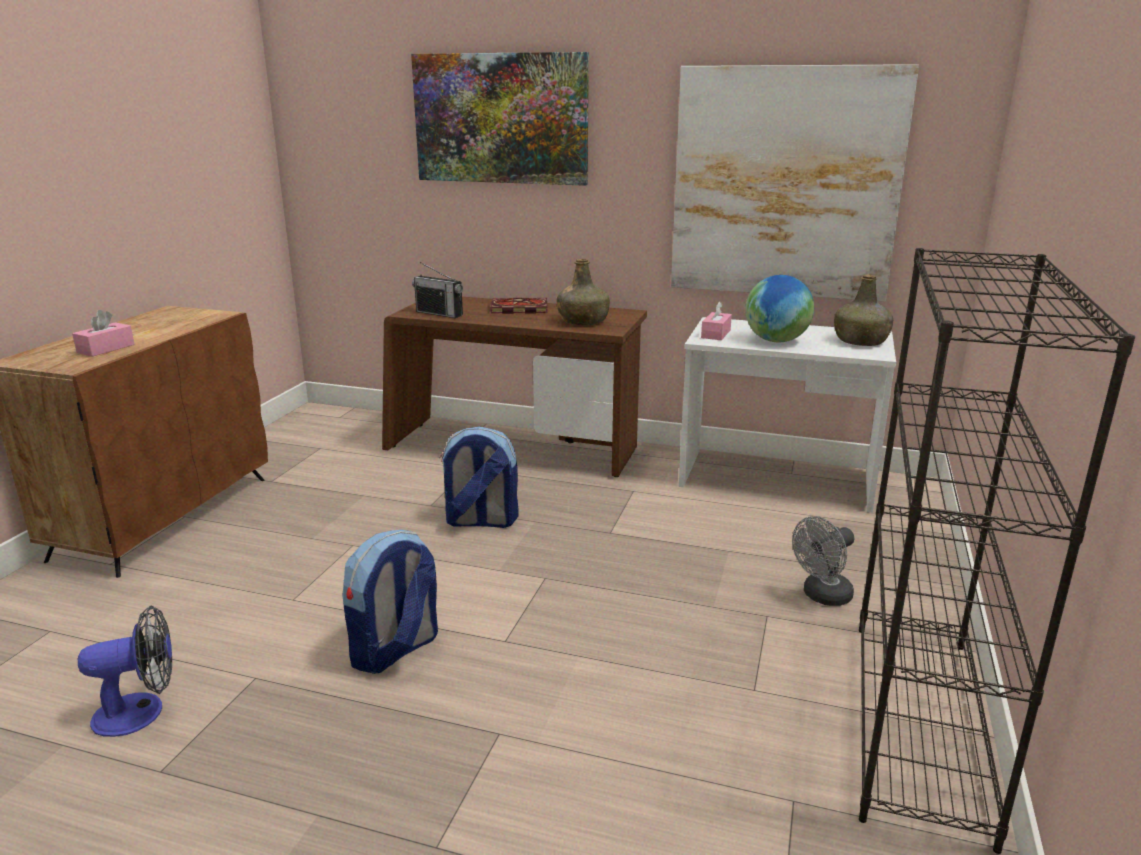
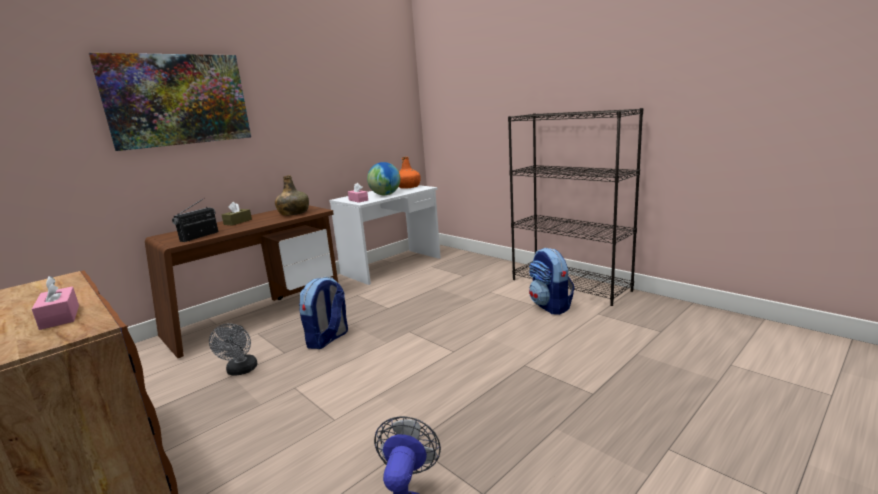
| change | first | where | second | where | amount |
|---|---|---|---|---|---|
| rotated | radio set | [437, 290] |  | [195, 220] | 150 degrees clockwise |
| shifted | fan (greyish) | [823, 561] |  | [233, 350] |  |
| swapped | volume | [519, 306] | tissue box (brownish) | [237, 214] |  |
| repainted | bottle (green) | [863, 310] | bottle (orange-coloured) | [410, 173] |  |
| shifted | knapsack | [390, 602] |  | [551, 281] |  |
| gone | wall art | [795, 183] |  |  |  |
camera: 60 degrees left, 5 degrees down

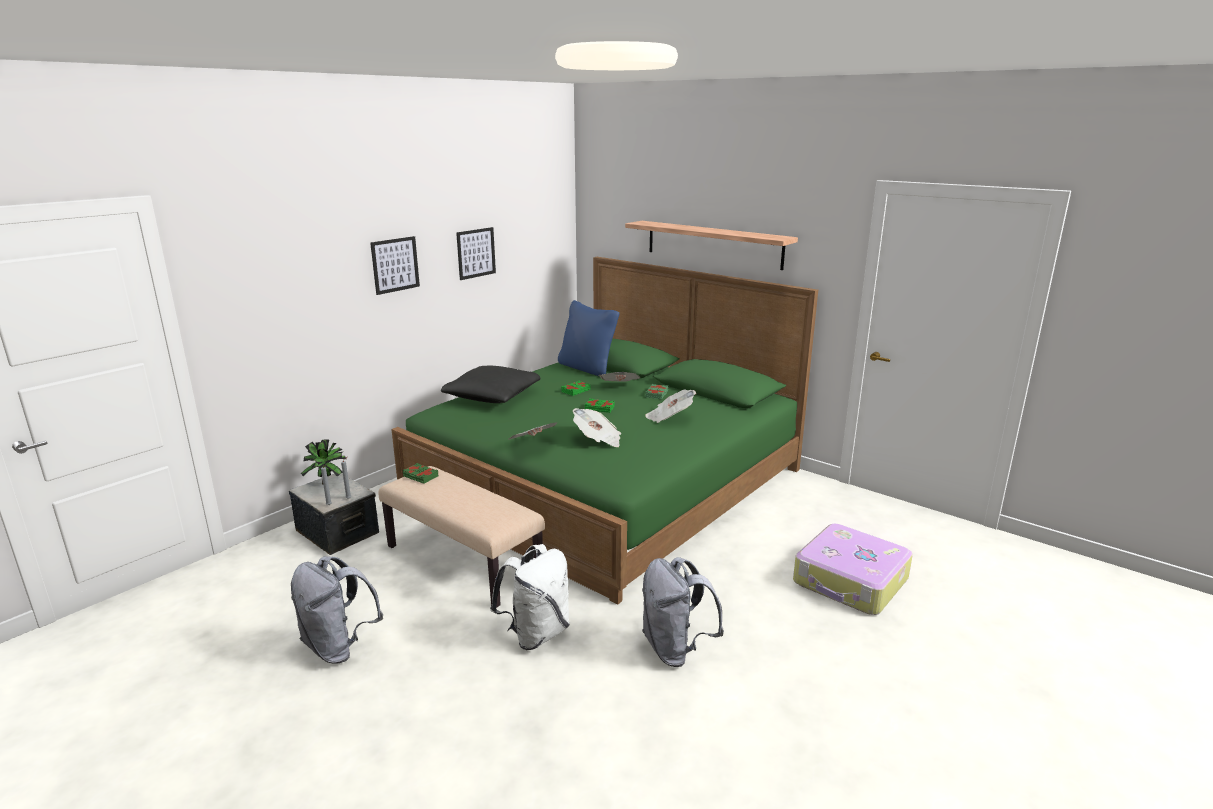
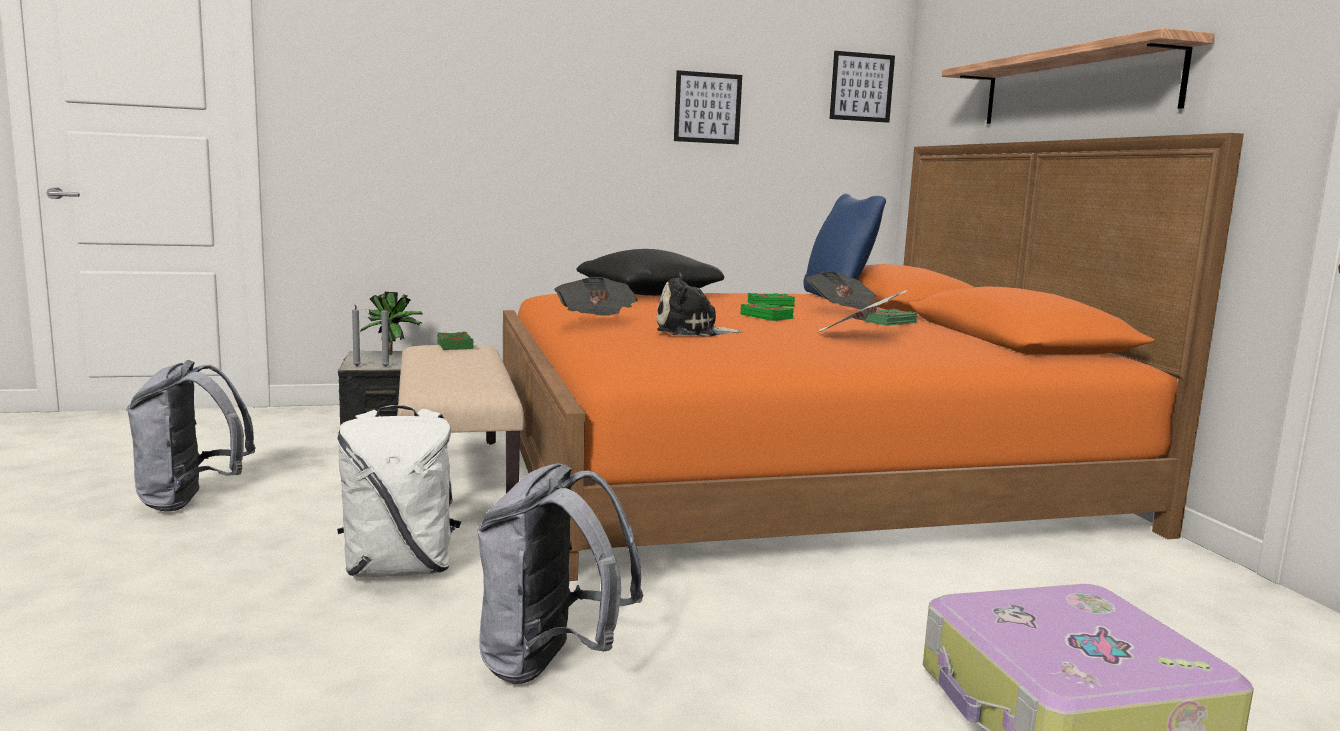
| change | first | where | second | where | amount |
|---|---|---|---|---|---|
| repainted | bed (green) | [604, 430] | bed (orange-coloured) | [873, 357] |  |
| swapped | daily paper | [597, 427] | cuddly toy | [699, 304] |  |
| shifted | wall art | [395, 265] |  | [862, 87] |  |
camera: 35 degrees right, 10 degrees down

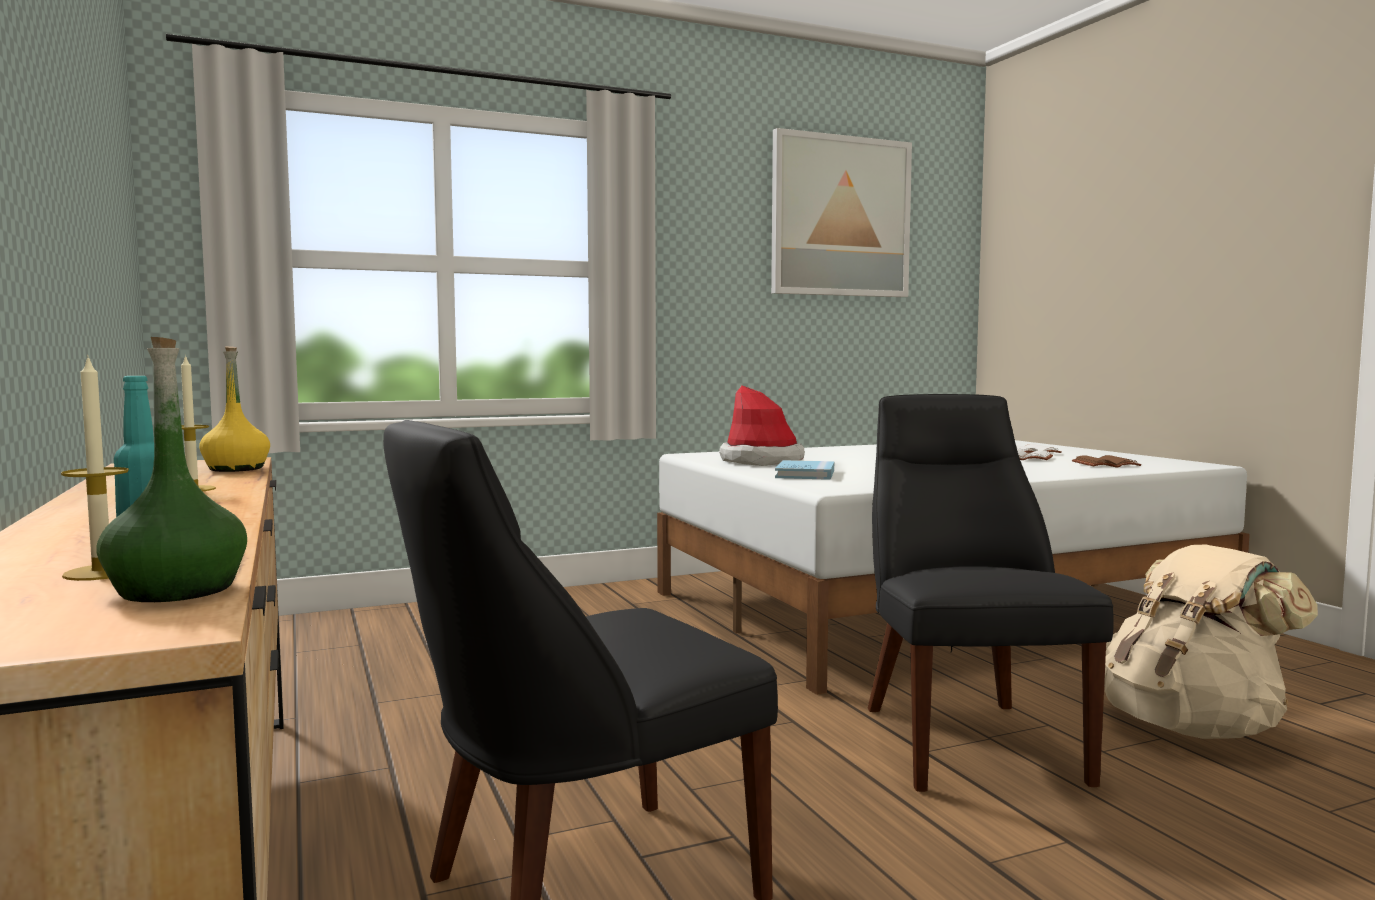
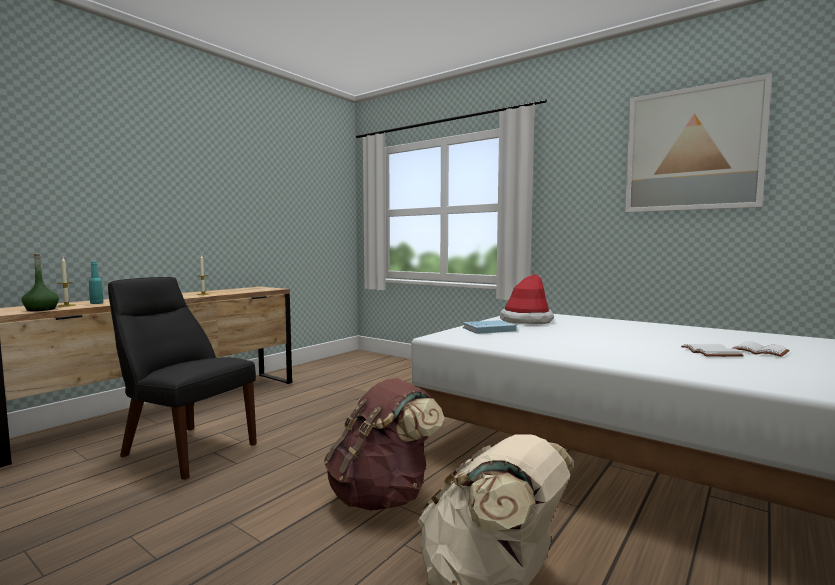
| change | first | where | second | where | amount |
|---|---|---|---|---|---|
| swapped | plain chair (black-coloured) | [991, 593] | knapsack (brownish) | [384, 444] |  |
| gone | bottle (yellow) | [234, 409] |  |  |  |
| gone | volume (brownish) | [1106, 461] |  |  |  |
camera: 60 degrees right, 0 degrees up

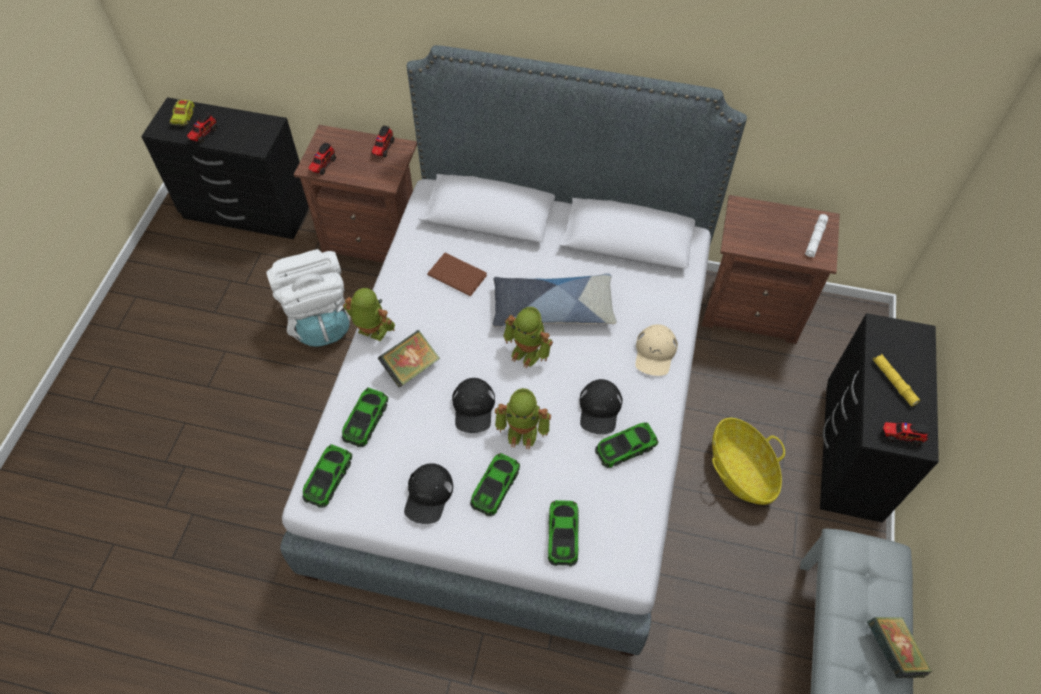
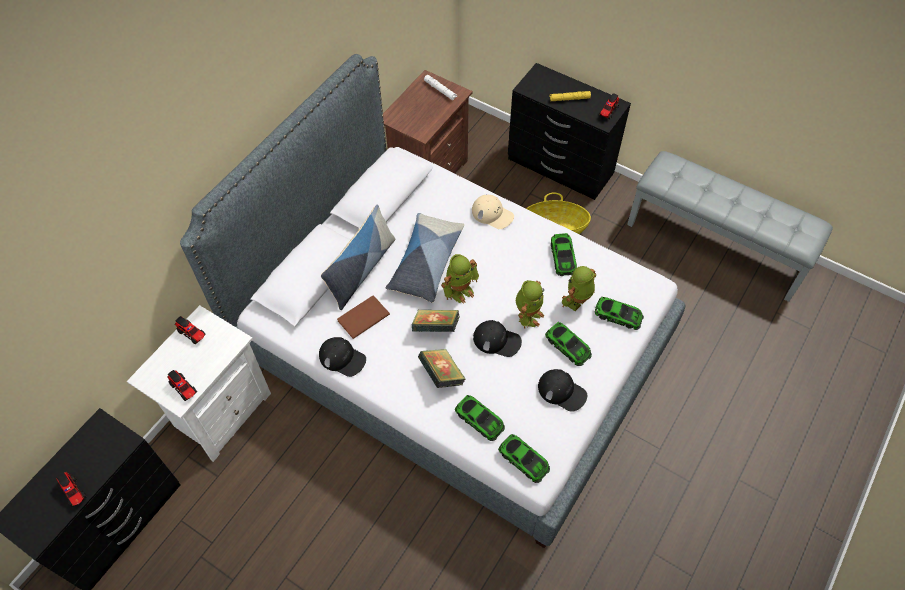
| change | first | where | second | where | amount |
|---|---|---|---|---|---|
| repainted | nightstand (brownish) | [355, 194] | nightstand (white) | [199, 383] |  |
| shifted | cap (black-coloured) | [601, 406] |  | [342, 357] |  |
| new |  |  | throw pillow | [358, 257] |  |
| shifted | volume | [899, 647] |  | [435, 321] |  |
| shifted | robot figure | [369, 314] |  | [579, 288] |  |
| gone | model truck | [182, 112] |  |  |  |
| gone | knapsack (white) | [308, 298] |  |  |  |
camera: 70 degrees left, 0 degrees up

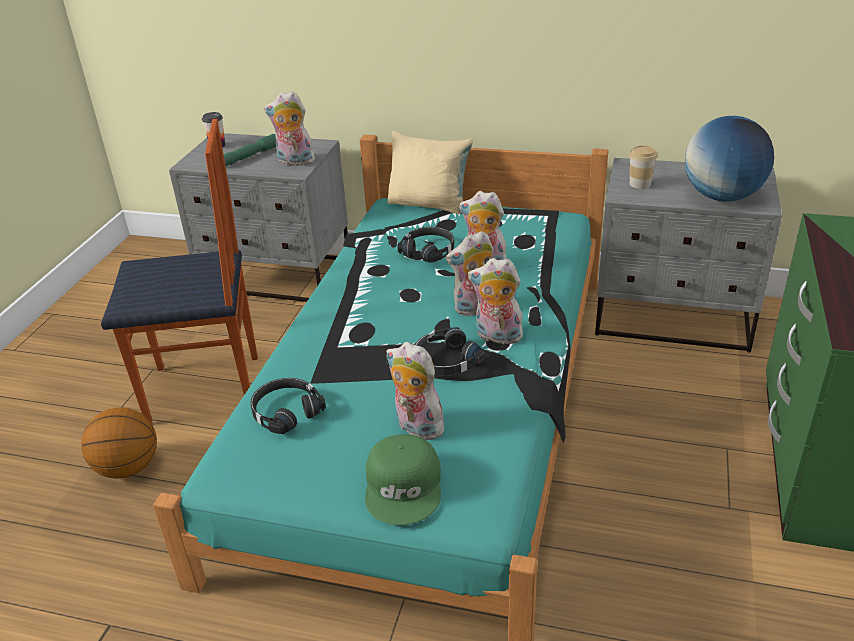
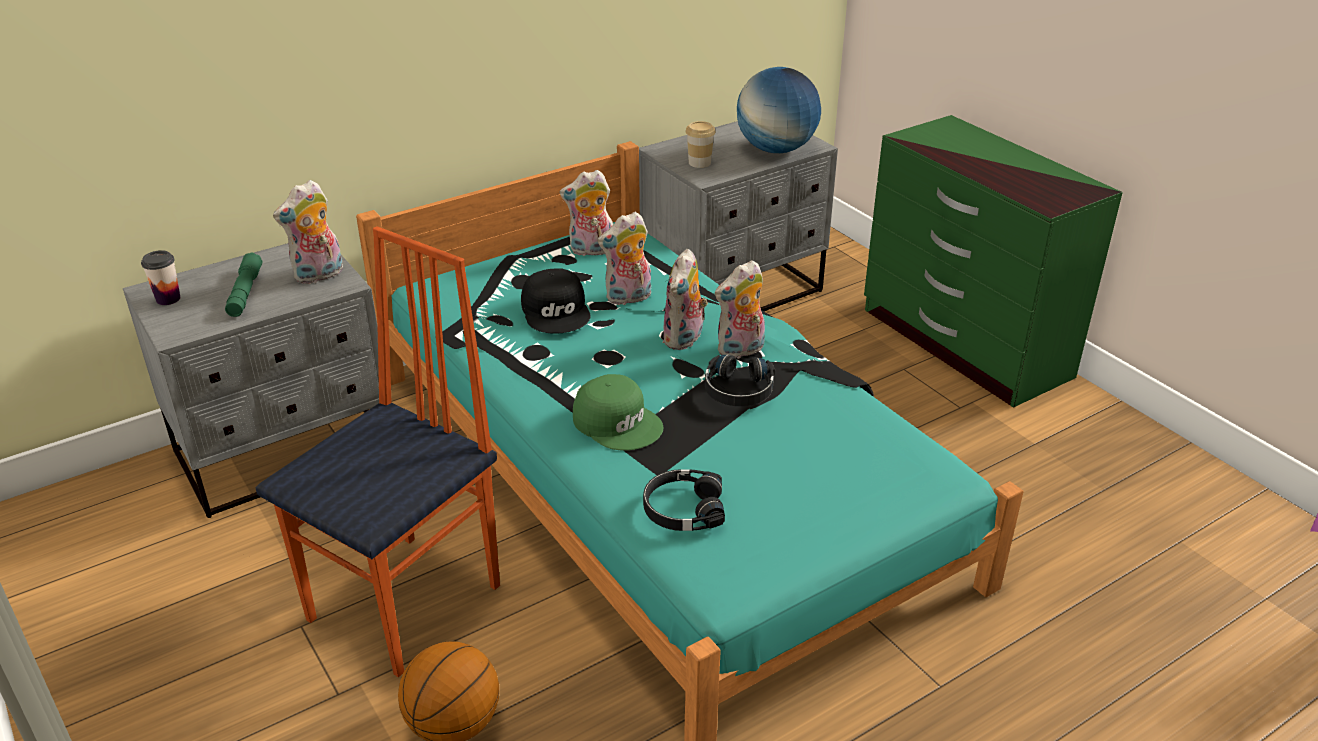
| change | first | where | second | where | amount |
|---|---|---|---|---|---|
| swapped | headset (black-coloured) | [426, 245] | cap (black-coloured) | [556, 300] |  |
| shifted | cuddly toy | [415, 391] |  | [586, 213] |  |
| shifted | cap (green) | [403, 479] |  | [618, 412] |  |
| gone | throw pillow (beige-coloured) | [430, 172] |  |  |  |
camera: 50 degrees left, 0 degrees up

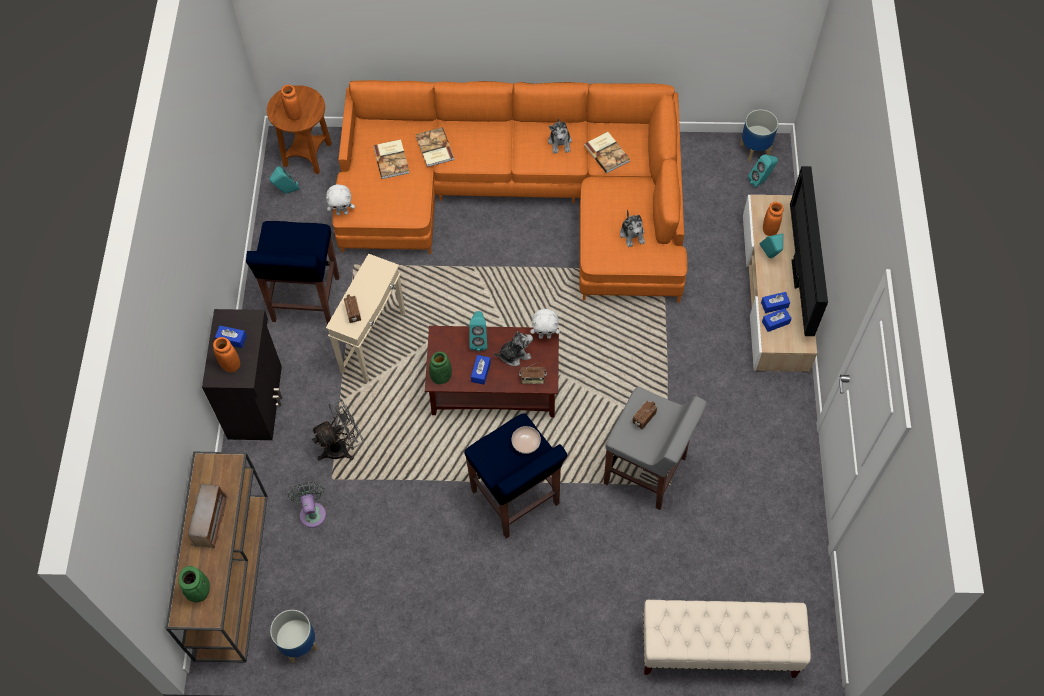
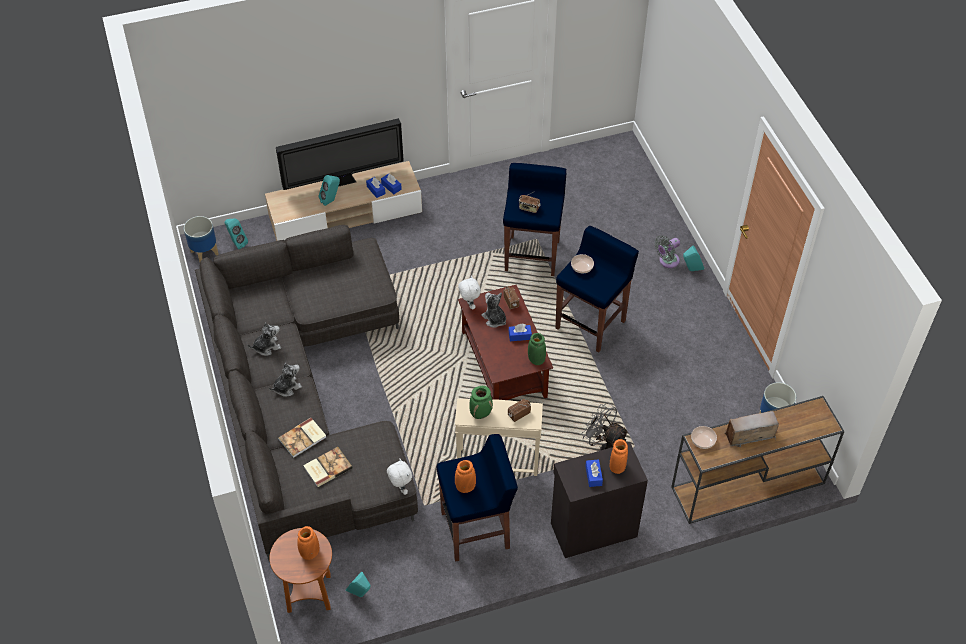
| change | first | where | second | where | amount |
|---|---|---|---|---|---|
| repainted | settee (orange-coloured) | [509, 191] | settee (greyish) | [306, 392] |  |
| shifted | cuddly toy | [632, 228] |  | [285, 380] |  |
| shifted | flower vase (orange-coloured) | [773, 219] |  | [465, 476] |  |
| shifted | flower vase (green) | [194, 584] |  | [481, 402] |  |
| repainted | stool seat (greyish) | [655, 448] | stool seat (blue) | [534, 219] |  |
| shifted | fan (greyish) | [307, 505] |  | [667, 251] |  |
| shifted | speaker (turquoise-coloured) | [478, 331] |  | [693, 258] |  |
| new |  |  | deep dish | [704, 437] |  |
| gone | volume | [607, 152] |  |  |  |
| gone | bench (beige-coloured) | [727, 639] |  |  |  |
camera: 110 degrees left, 10 degrees down

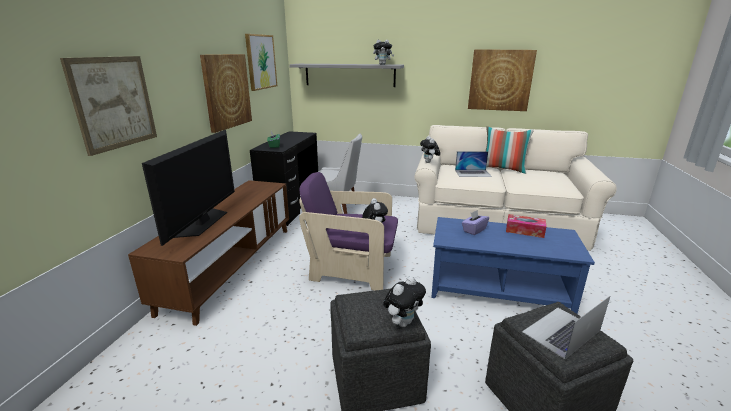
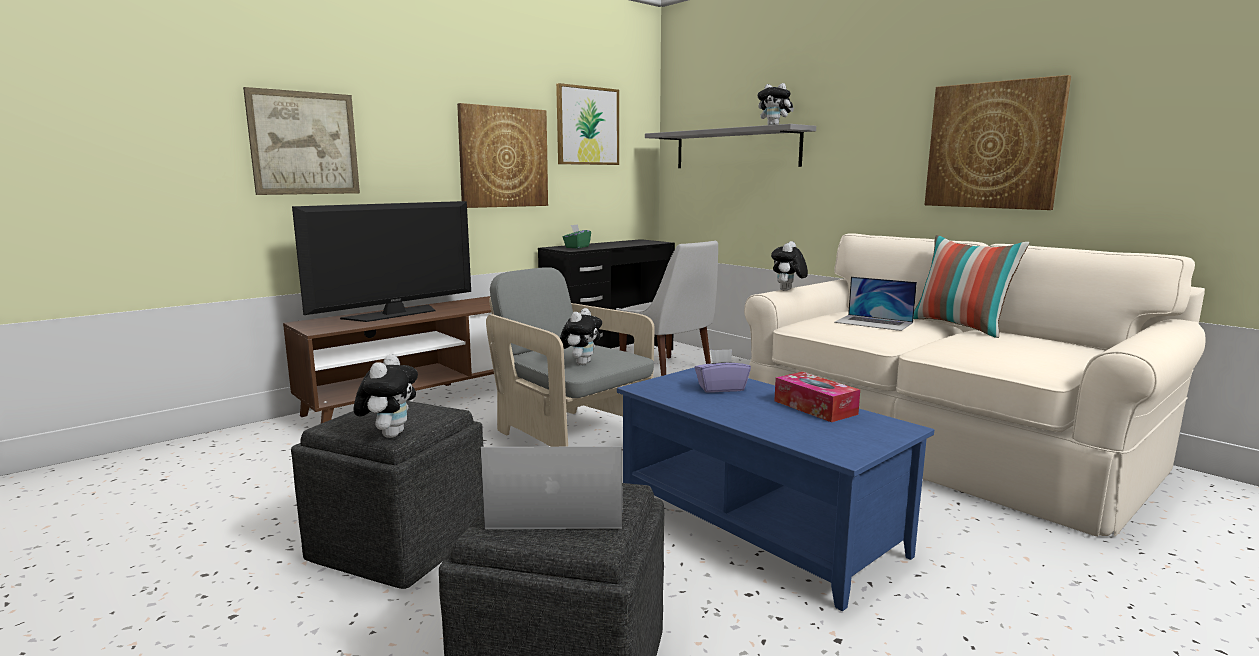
| change | first | where | second | where | amount |
|---|---|---|---|---|---|
| rotated | cuddly toy | [404, 301] |  | [386, 396] | 75 degrees counterclockwise |
| repainted | easy chair (purplish) | [348, 231] | easy chair (greyish) | [570, 357] |  |
camera: 35 degrees right, 10 degrees down

